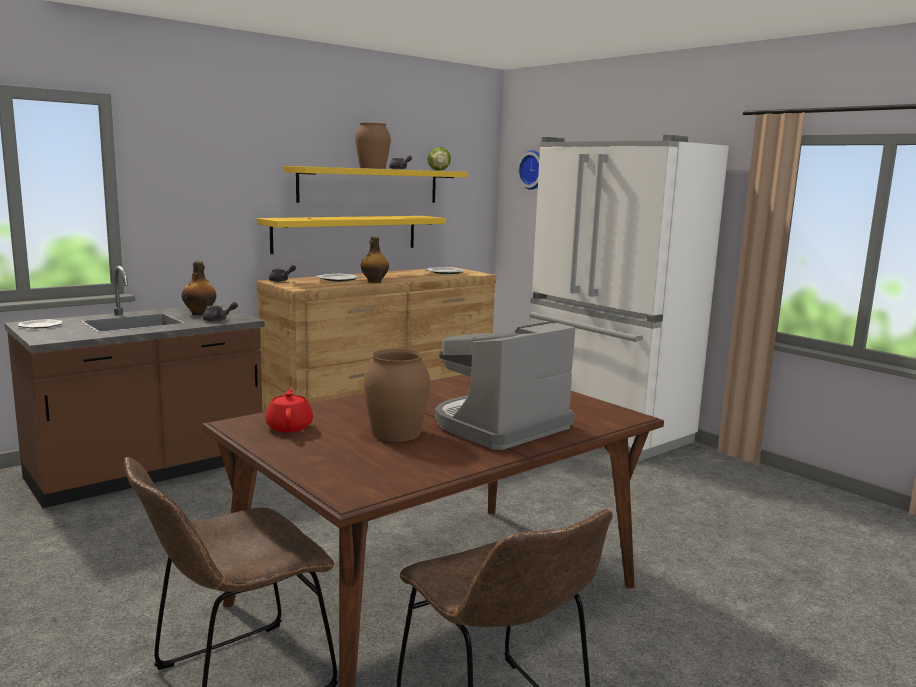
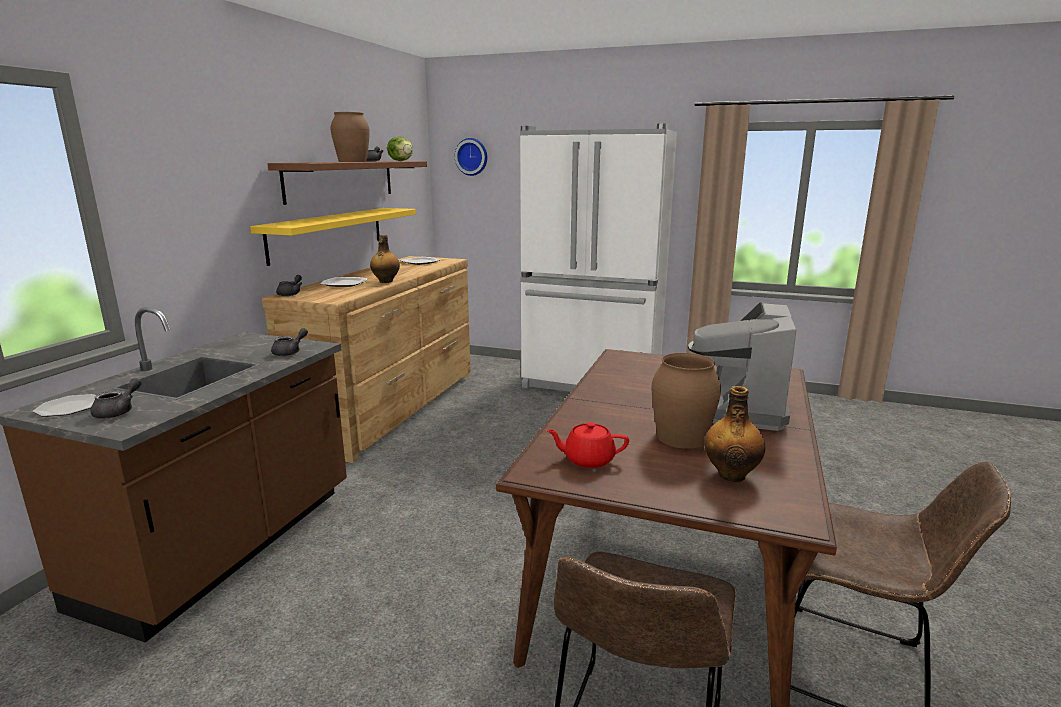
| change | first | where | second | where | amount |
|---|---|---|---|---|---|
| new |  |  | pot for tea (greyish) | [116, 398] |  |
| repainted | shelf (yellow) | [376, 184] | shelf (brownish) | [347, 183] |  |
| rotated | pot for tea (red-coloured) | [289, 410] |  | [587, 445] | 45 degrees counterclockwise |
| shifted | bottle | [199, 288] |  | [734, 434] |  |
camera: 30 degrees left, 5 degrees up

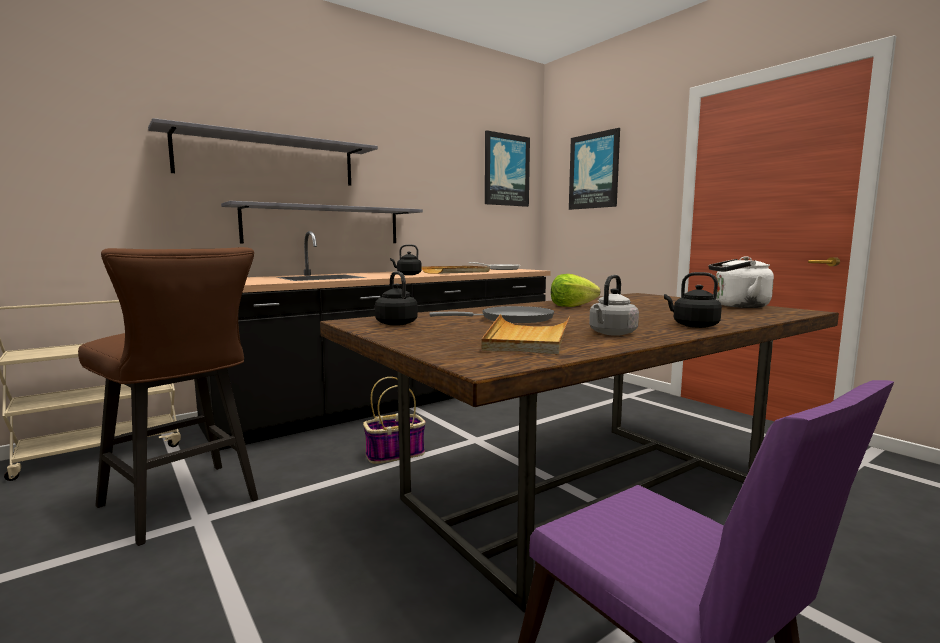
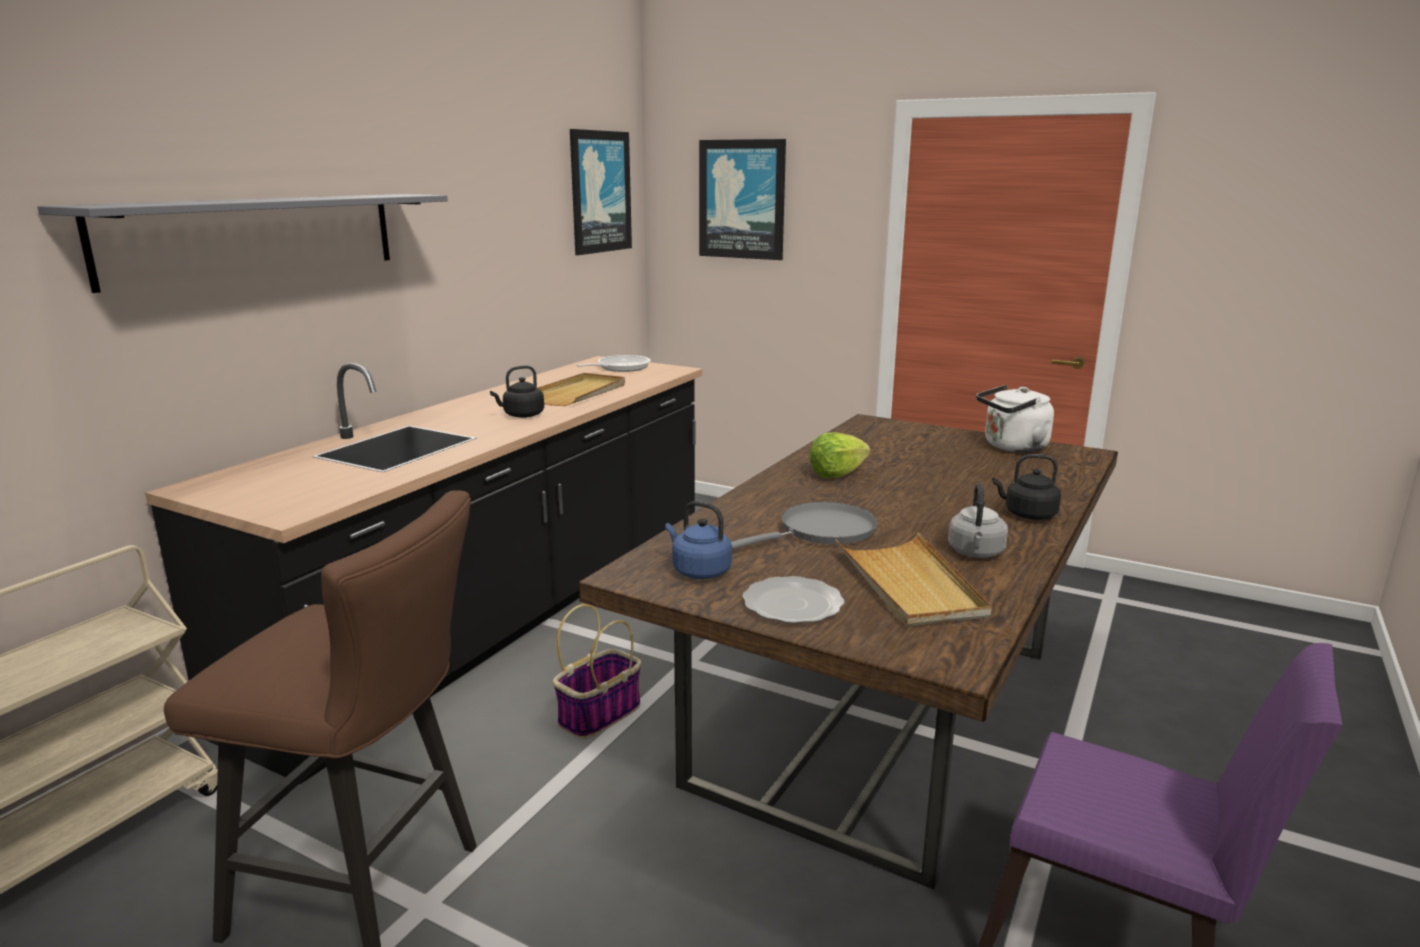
| change | first | where | second | where | amount |
|---|---|---|---|---|---|
| repainted | tea kettle (black-coloured) | [396, 298] | tea kettle (blue) | [698, 540] |  |
| new |  |  | dinner plate | [793, 599] |  |
| gone | shelf (greyish) | [322, 222] |  |  |  |
camera: 25 degrees left, 10 degrees up

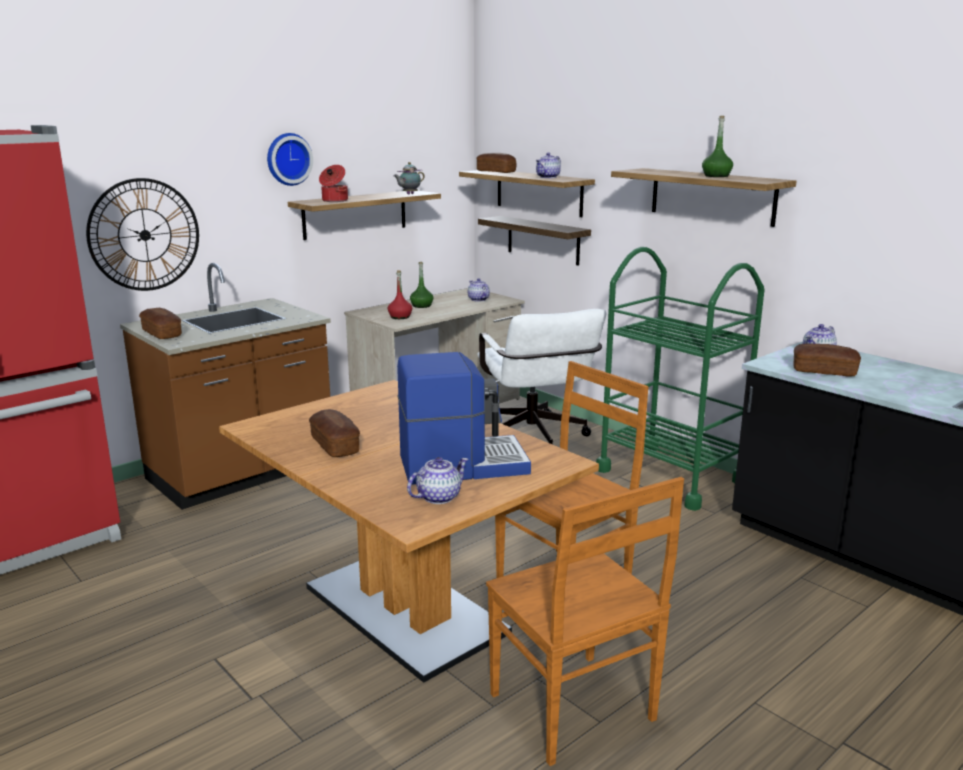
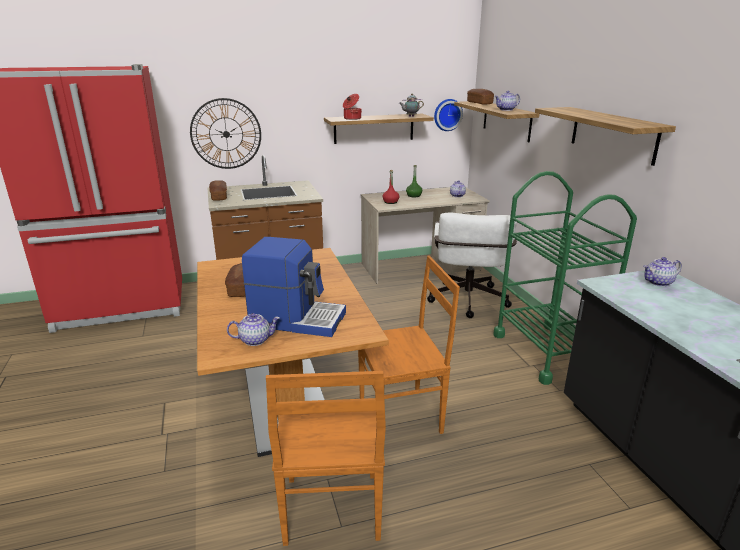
| change | first | where | second | where | amount |
|---|---|---|---|---|---|
| shifted | wall clock | [290, 159] |  | [448, 115] |  |
| gone | shelf | [534, 241] |  |  |  |
| gone | bottle (green) | [717, 146] |  |  |  |
| gone | baked bread | [827, 360] |  |  |  |
camera: 25 degrees right, 5 degrees up

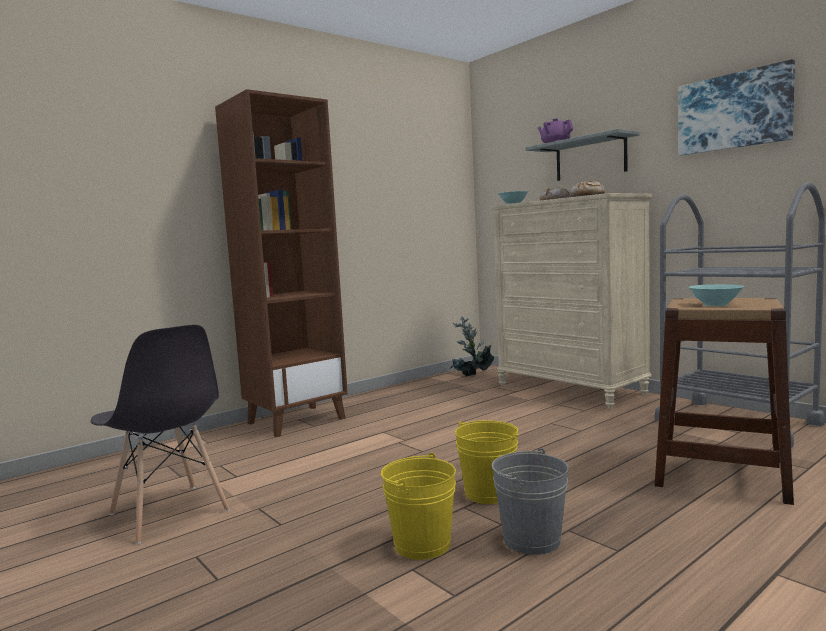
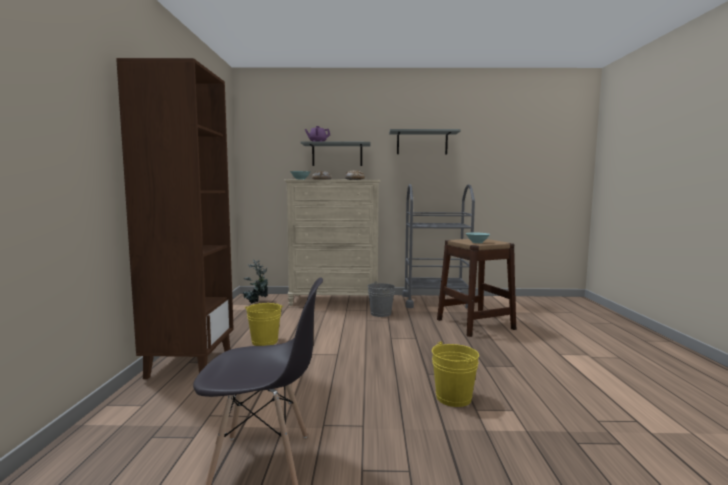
| change | first | where | second | where | amount |
|---|---|---|---|---|---|
| shifted | pail (yellow) | [487, 462] |  | [263, 324] |  |
| shifted | pail (greyish) | [529, 501] |  | [381, 299] |  |
| swapped | wall art | [736, 107] | shelf (greyish) | [425, 142] |  |
camera: 50 degrees left, 0 degrees up

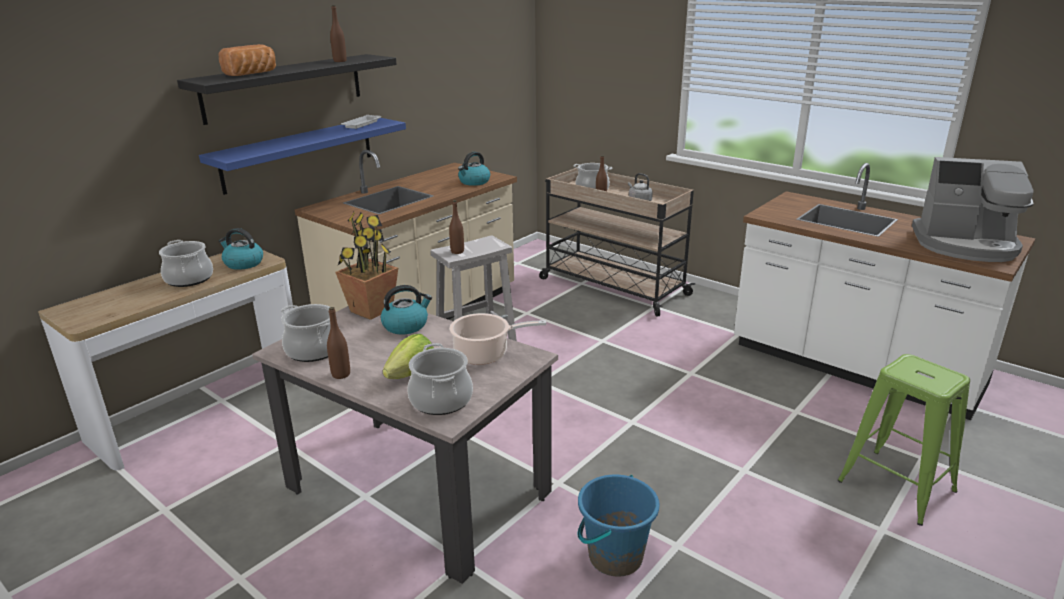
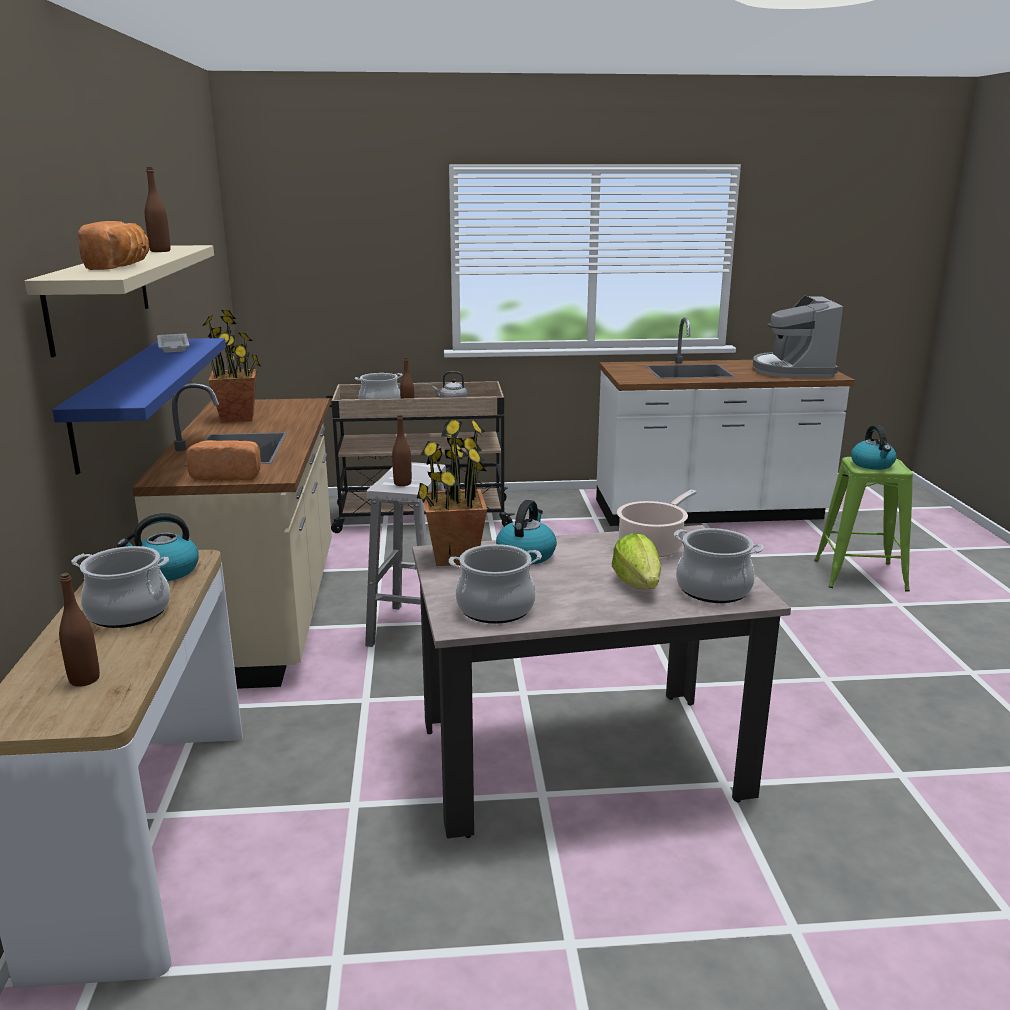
| change | first | where | second | where | amount |
|---|---|---|---|---|---|
| repainted | shelf (black-coloured) | [287, 89] | shelf (beige-coloured) | [119, 301] |  |
| shifted | bottle (brownish) | [338, 343] |  | [79, 630] |  |
| new |  |  | baked bread | [223, 460] |  |
| new |  |  | houseplant | [231, 366] |  |
| rotated | coffee machine | [973, 209] |  | [798, 336] | 120 degrees clockwise |
| shifted | tea kettle | [474, 169] |  | [873, 447] |  |
| gone | pail (blue) | [618, 526] |  |  |  |
camera: 45 degrees left, 5 degrees down

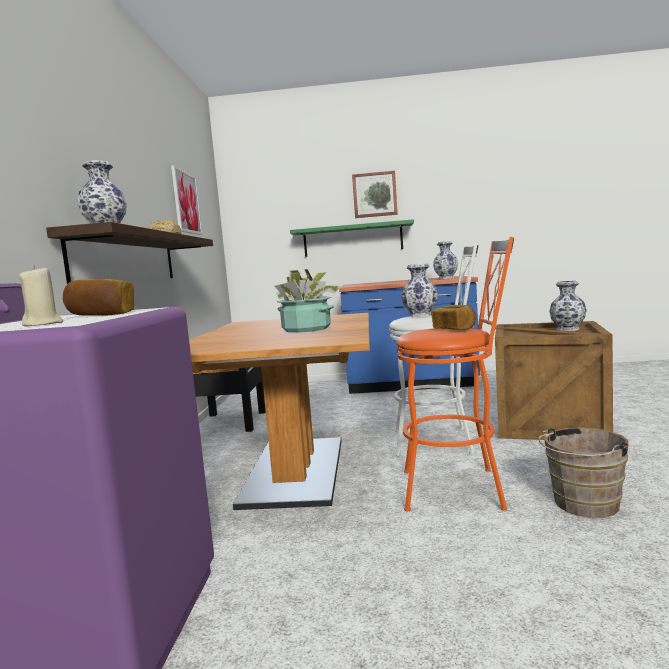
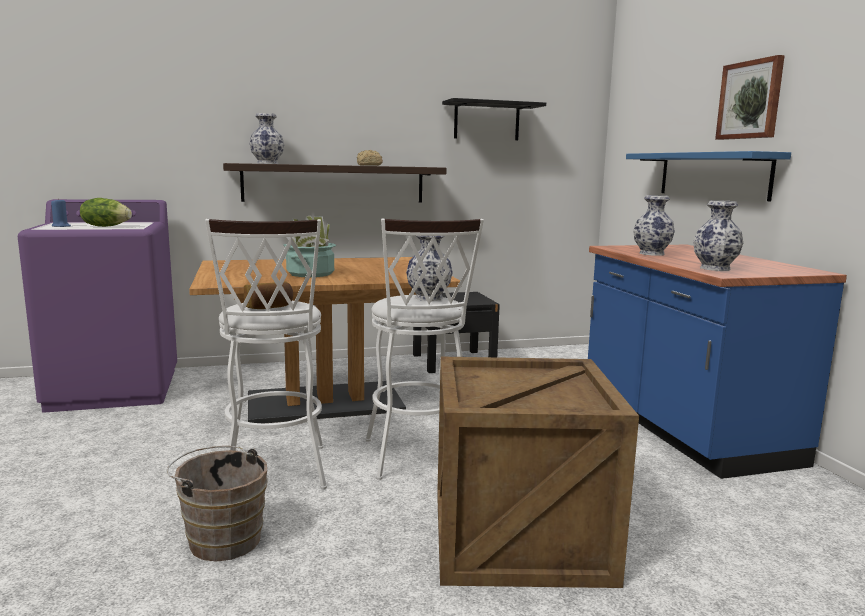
| change | first | where | second | where | amount |
|---|---|---|---|---|---|
| repainted | wax light (beige-coloured) | [41, 295] | wax light (blue) | [61, 212] |  |
| swapped | baked bread | [99, 297] | lettuce head | [106, 212] |  |
| repainted | stool seat (orange-coloured) | [455, 374] | stool seat (white) | [266, 354] |  |
| swapped | wall art | [186, 200] | shelf (black-coloured) | [494, 119] |  |
| repainted | shelf (green) | [352, 238] | shelf (blue) | [708, 176] |  |
| shifted | flower vase | [568, 306] |  | [654, 225] |  |
camera: 70 degrees right, 5 degrees up

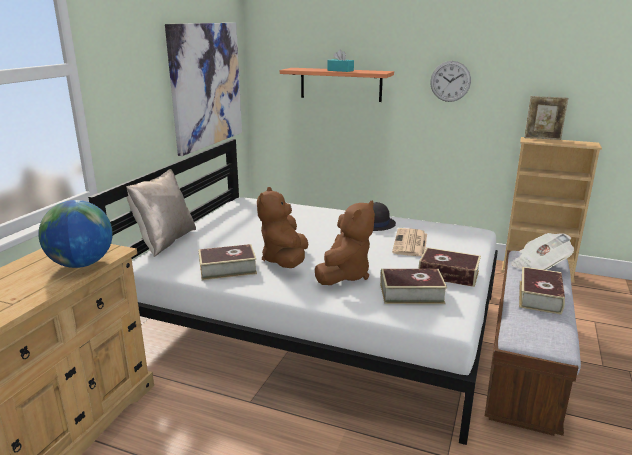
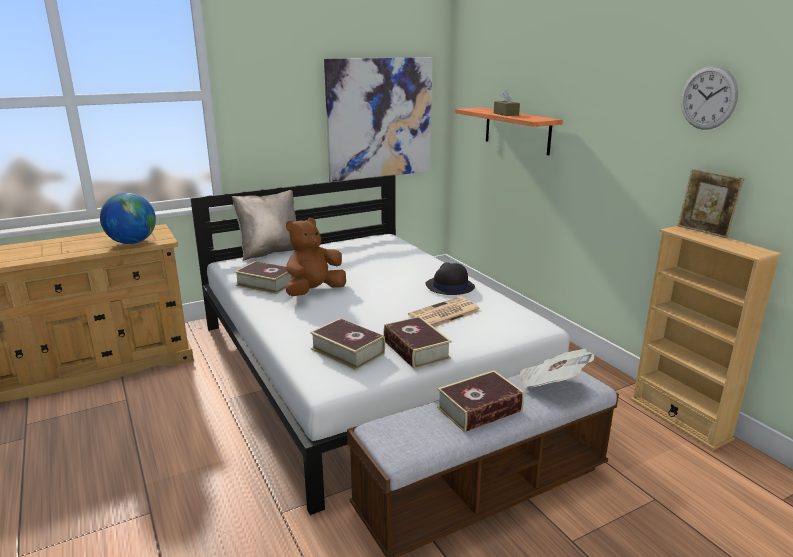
| change | first | where | second | where | amount |
|---|---|---|---|---|---|
| repainted | tissue box (turquoise-coloured) | [340, 61] | tissue box (brownish) | [507, 103] |  |
| shifted | wall clock | [450, 81] |  | [709, 98] |  |
| gone | cuddly toy (brownish) | [345, 242] |  |  |  |
camera: 40 degrees right, 0 degrees up

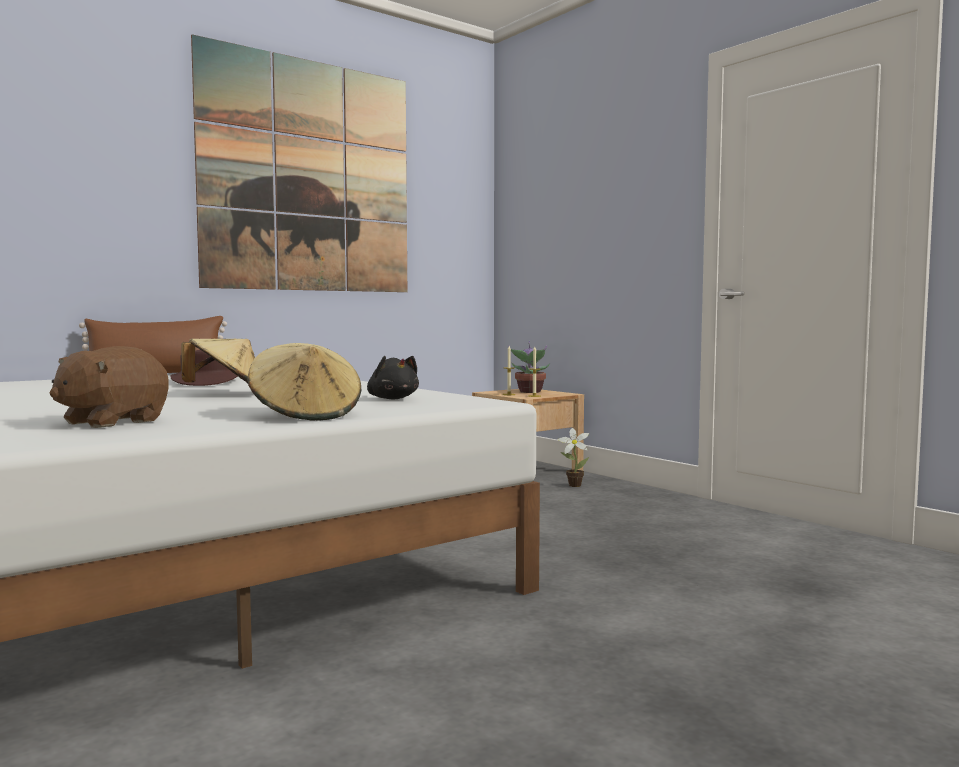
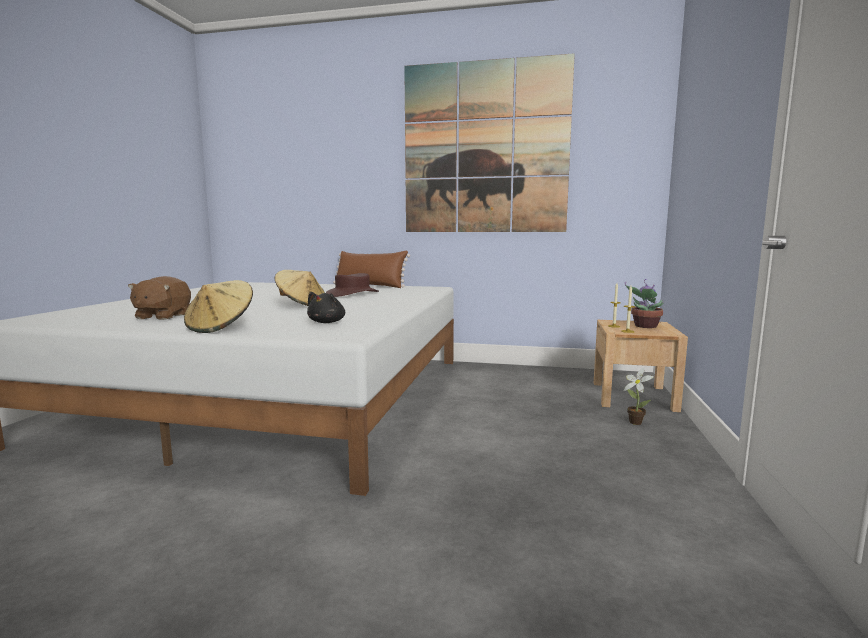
| change | first | where | second | where | amount |
|---|---|---|---|---|---|
| rotated | cuddly toy (brownish) | [108, 387] |  | [159, 298] | 75 degrees counterclockwise |
camera: 50 degrees right, 5 degrees up

